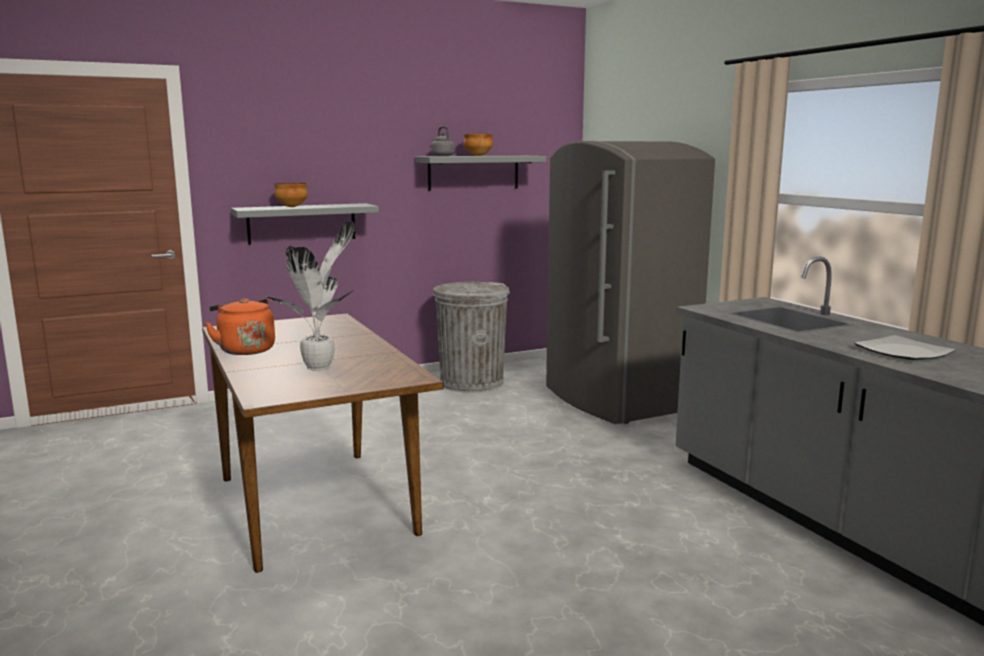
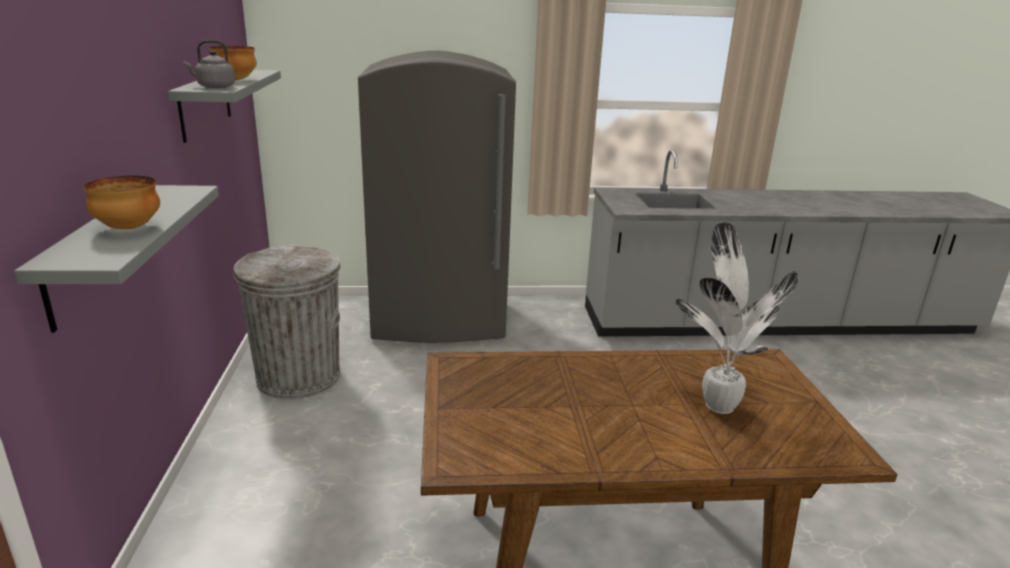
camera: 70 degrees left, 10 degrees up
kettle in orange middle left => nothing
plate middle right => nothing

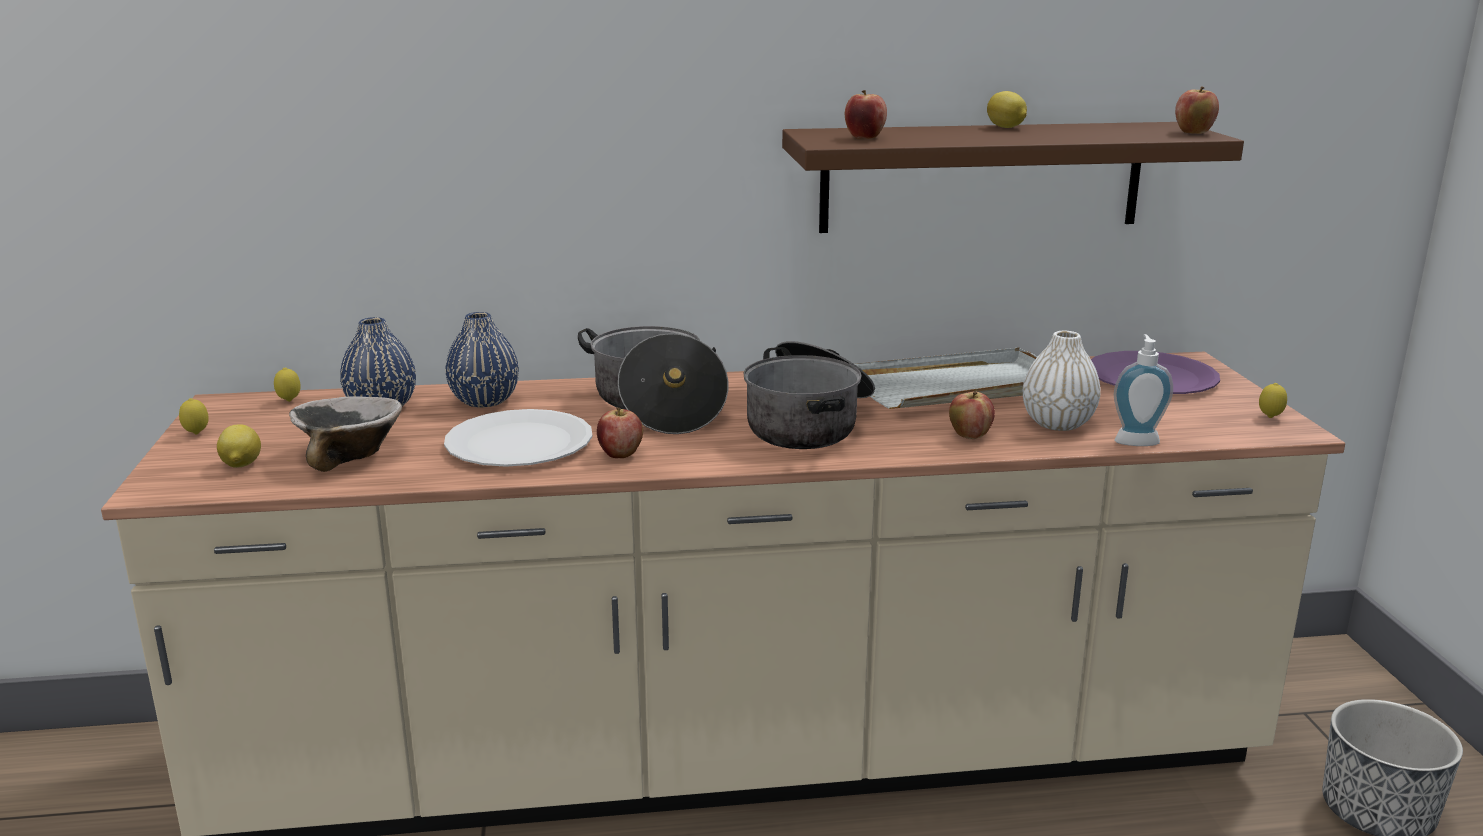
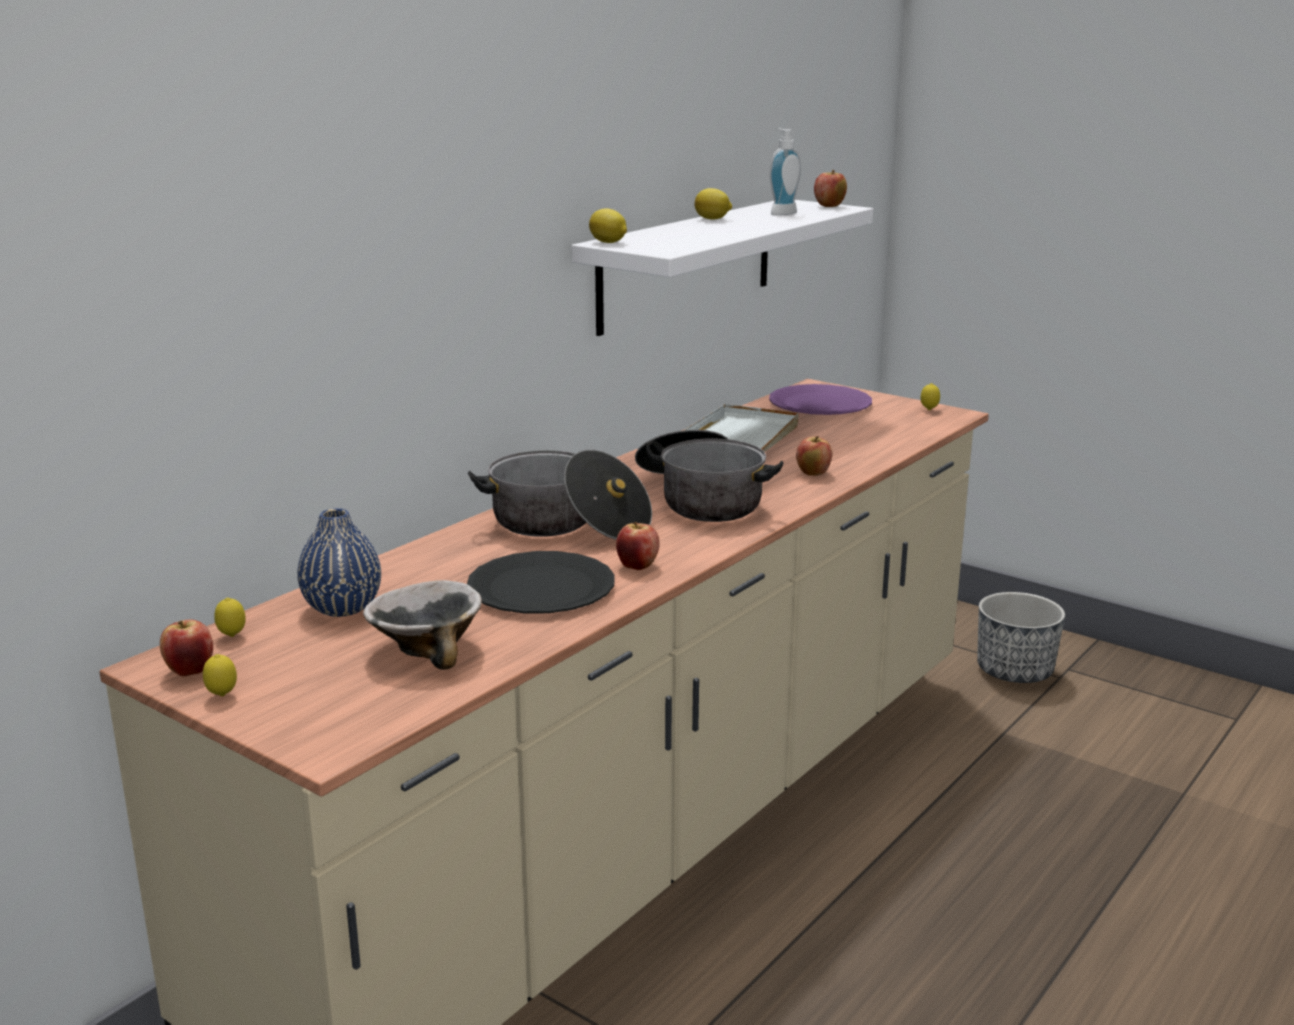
camera: 45 degrees left, 0 degrees up
apple (no. 2 from left in the first image) top centre => apple (no. 1 from left) middle left, shifted
plate in white centre => plate in black centre
shelf in brown top right => shelf in white top centre
lemon (no. 2 from left in the first image) middle left => lemon (no. 3 from left) top centre, shifted
soap dispenser middle right => soap dispenser top centre, shifted
vase in blue (no. 2 from left) middle left => nothing
vase in white middle right => nothing

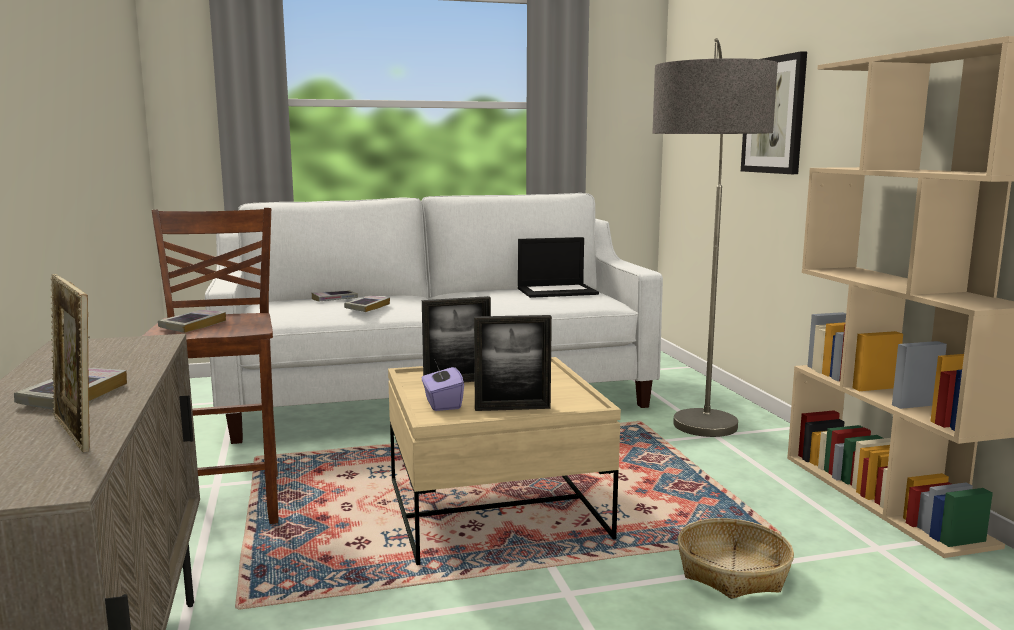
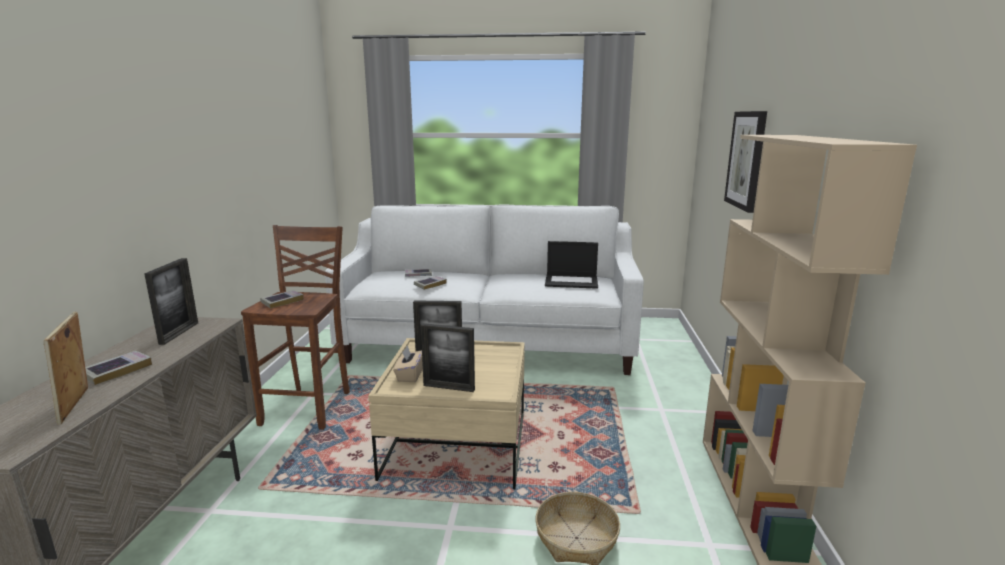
camera: 20 degrees right, 5 degrees up
nothing => picture frame (no. 2 from left) middle left
tissue box in purple centre => tissue box in beige centre
floor lamp middle right => nothing

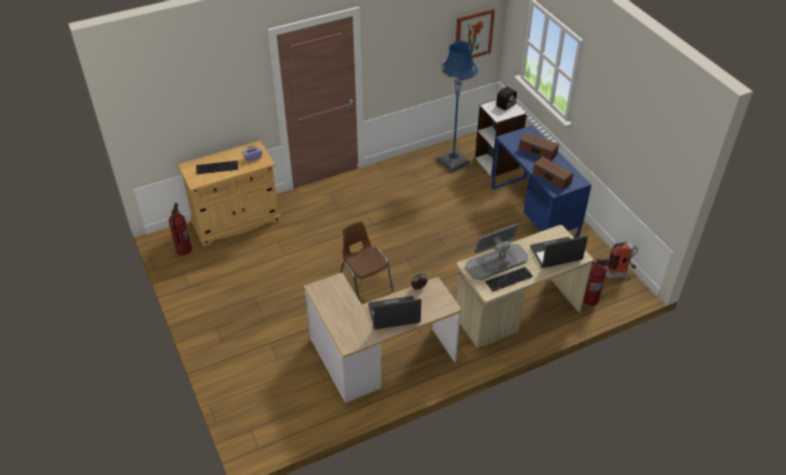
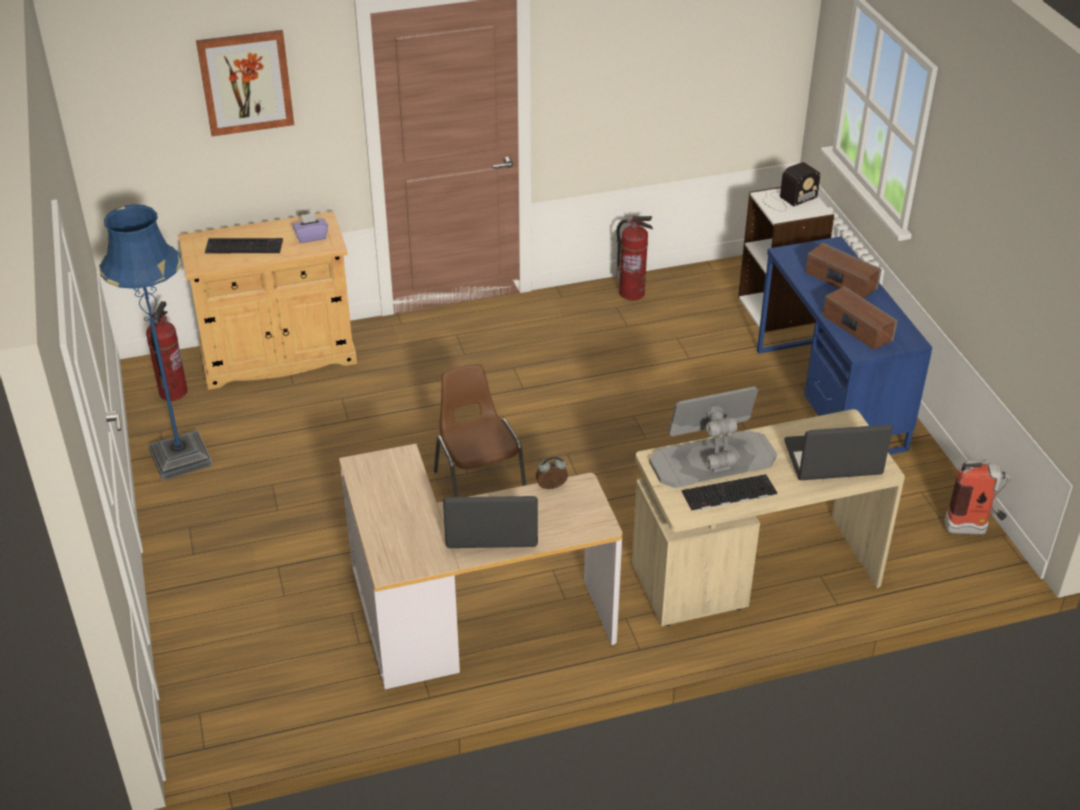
camera: 10 degrees right, 5 degrees down
floor lamp in blue top centre => floor lamp in blue middle left, shifted
picture top centre => picture top left, shifted
fire extinguisher (no. 2 from left) middle right => fire extinguisher (no. 2 from left) top centre, shifted

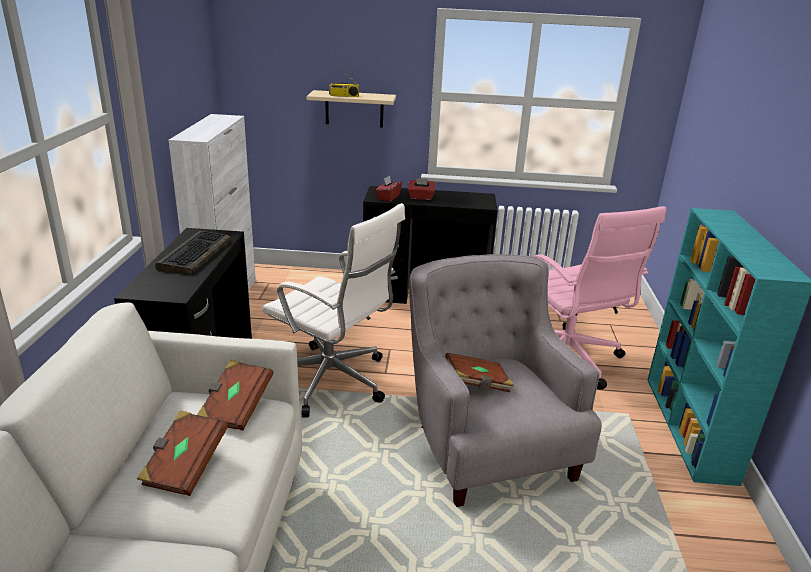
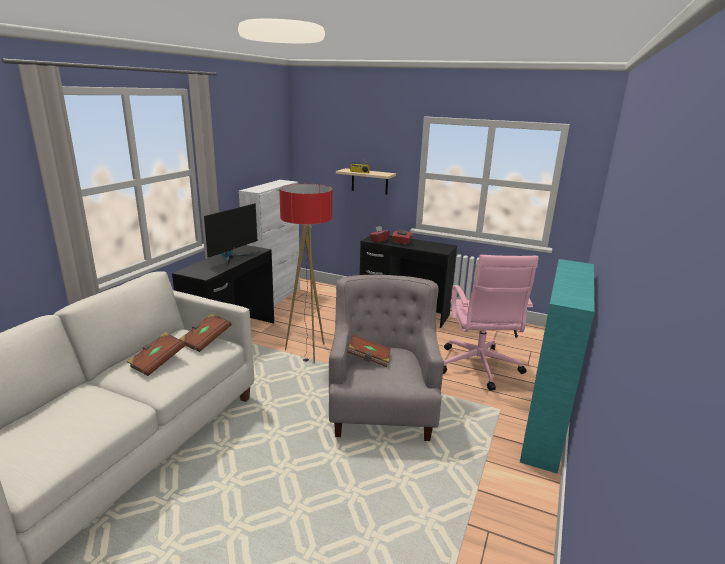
camera: 20 degrees right, 5 degrees down
keyboard middle left => monitor middle left
office chair in white centre => floor lamp centre

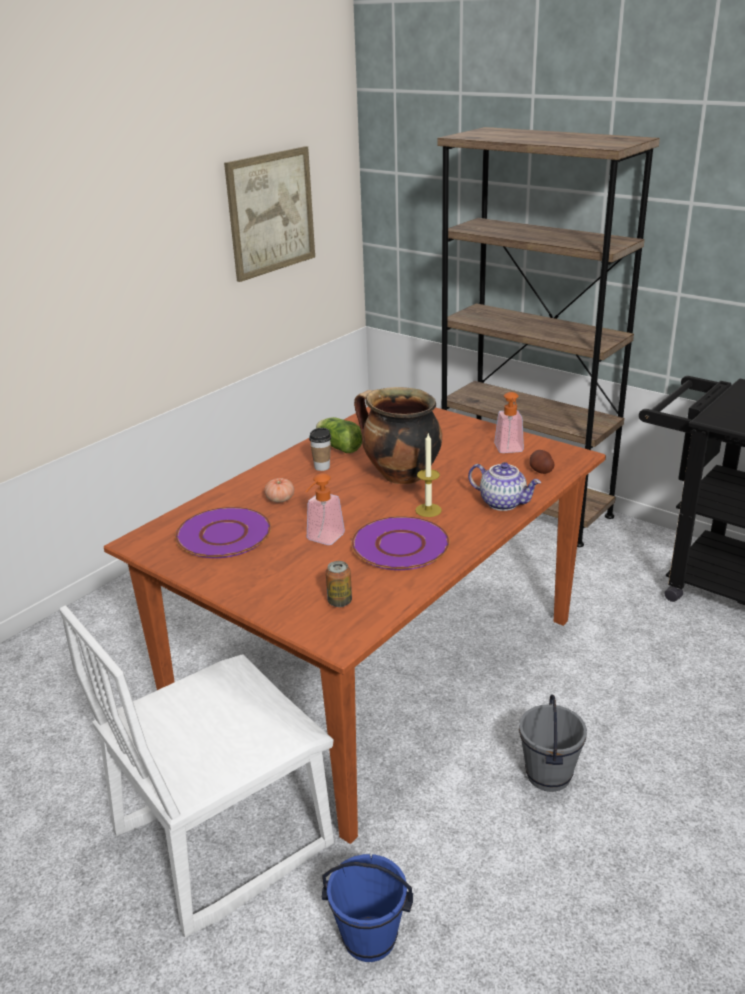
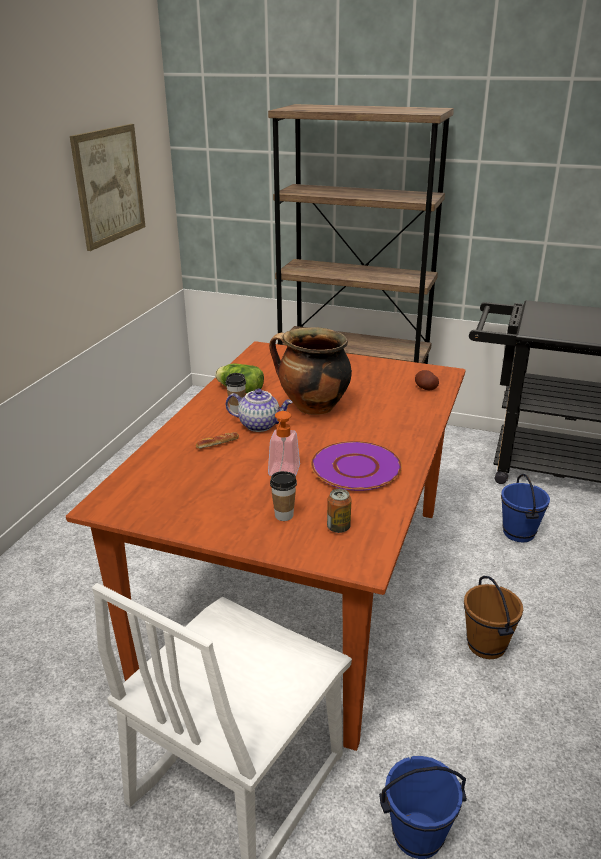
camera: 20 degrees left, 0 degrees up
tomato centre => bread centre
teapot middle right => teapot centre, shifted
nothing => cup (no. 2 from left) centre
bucket in grey bottom right => bucket in brown bottom right
nothing => bucket in blue (no. 2 from left) middle right
plate in purple (no. 1 from left) middle left => nothing
candle centre => nothing
soap dispenser (no. 2 from left) middle right => nothing

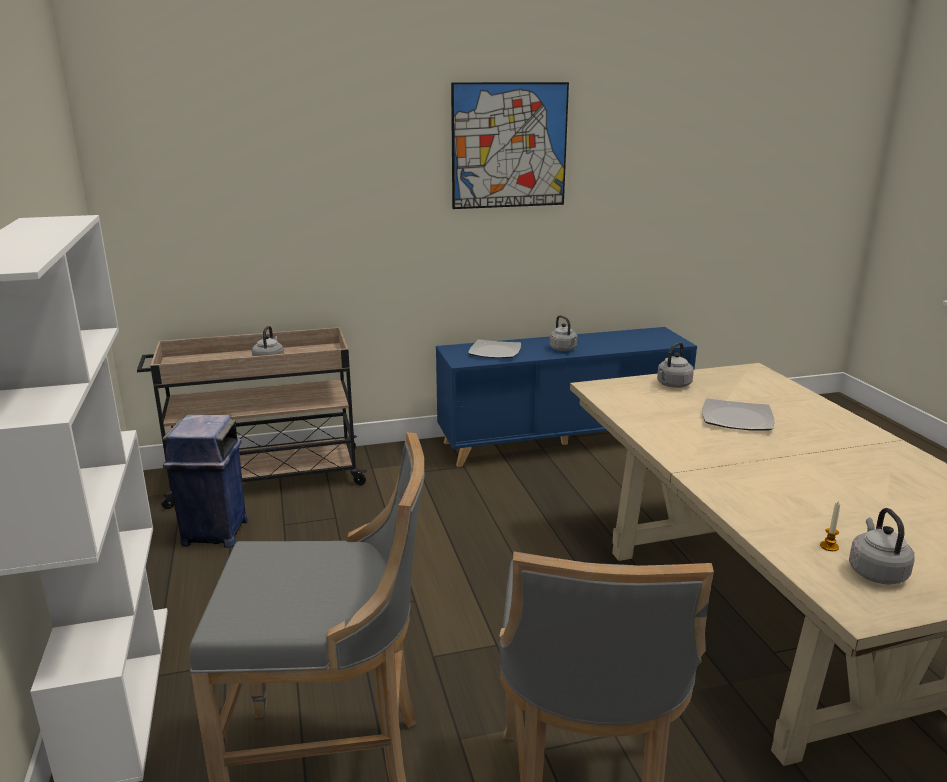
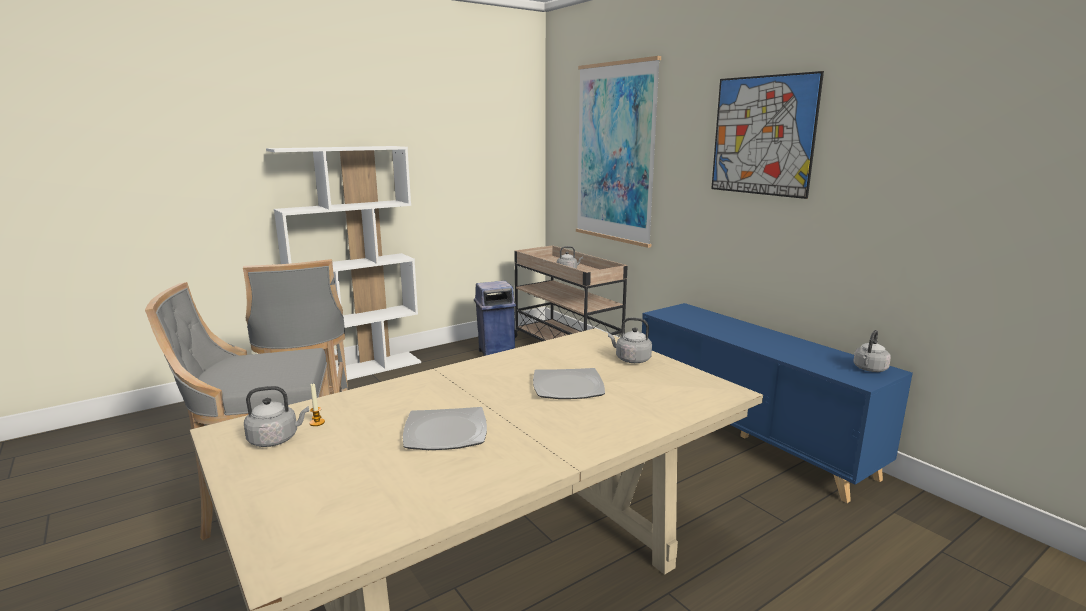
camera: 70 degrees right, 5 degrees down
plate (no. 1 from left) centre => plate (no. 1 from left) bottom centre, shifted
nothing => picture (no. 1 from left) top centre
kettle in grey (no. 2 from left in the first image) centre => kettle in grey (no. 4 from left) middle right, shifted

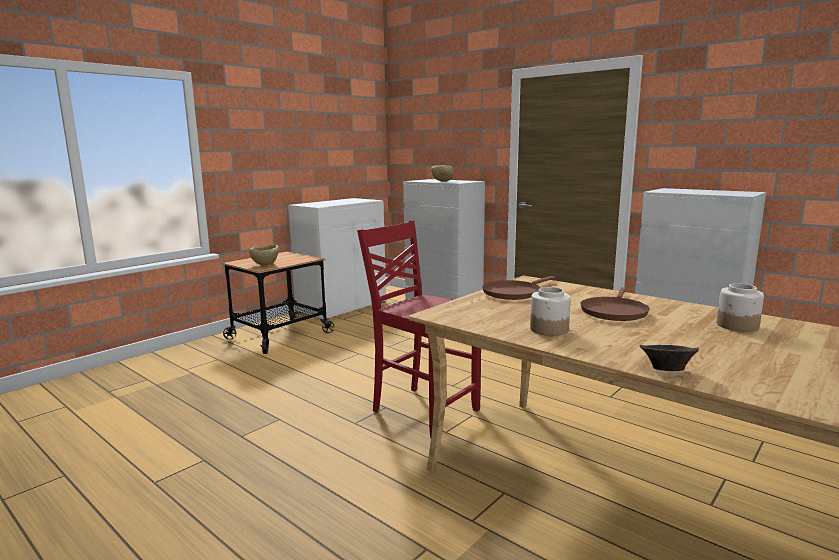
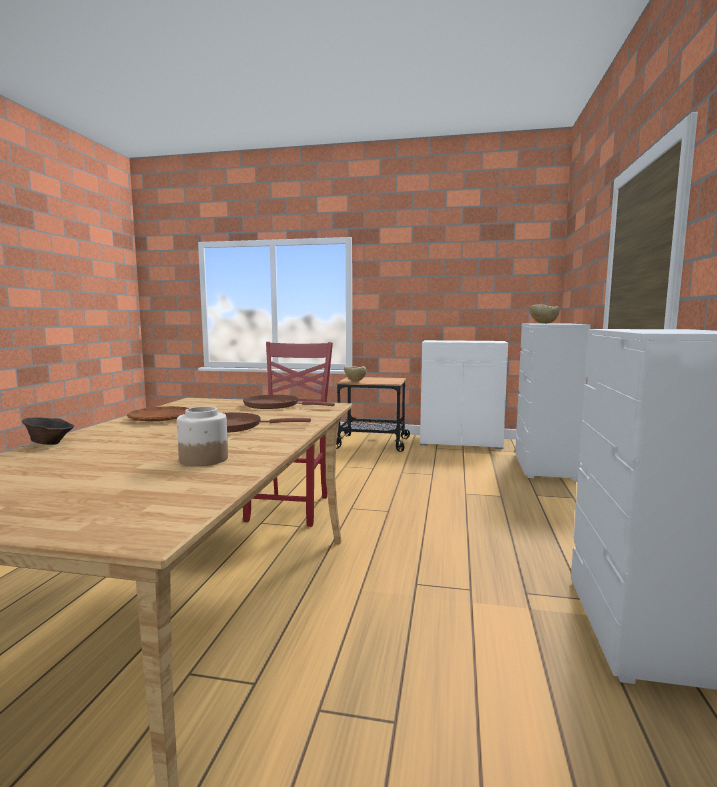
camera: 60 degrees right, 5 degrees down
jar (no. 1 from left) centre => plate in brown middle left

